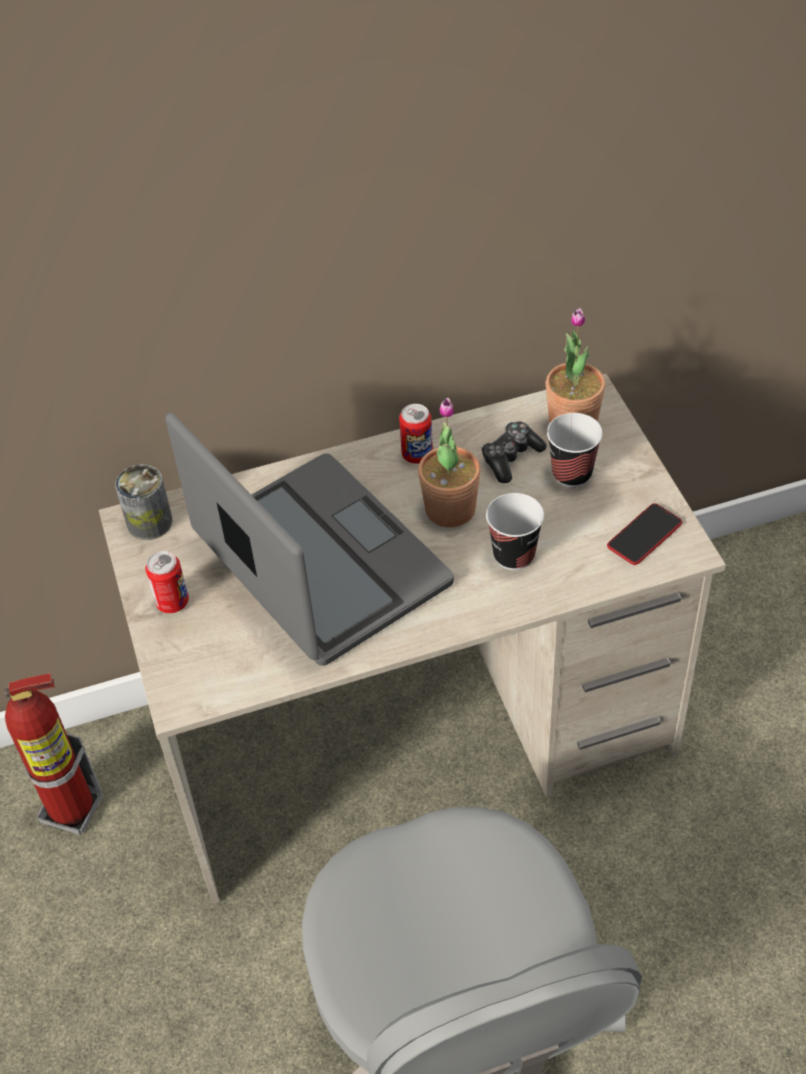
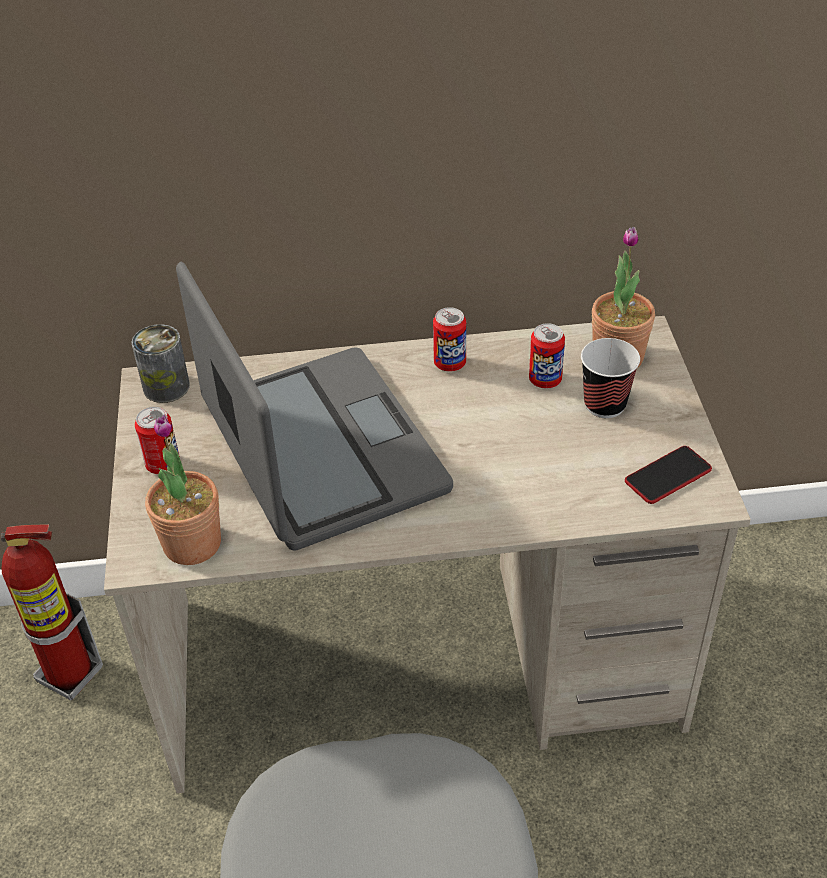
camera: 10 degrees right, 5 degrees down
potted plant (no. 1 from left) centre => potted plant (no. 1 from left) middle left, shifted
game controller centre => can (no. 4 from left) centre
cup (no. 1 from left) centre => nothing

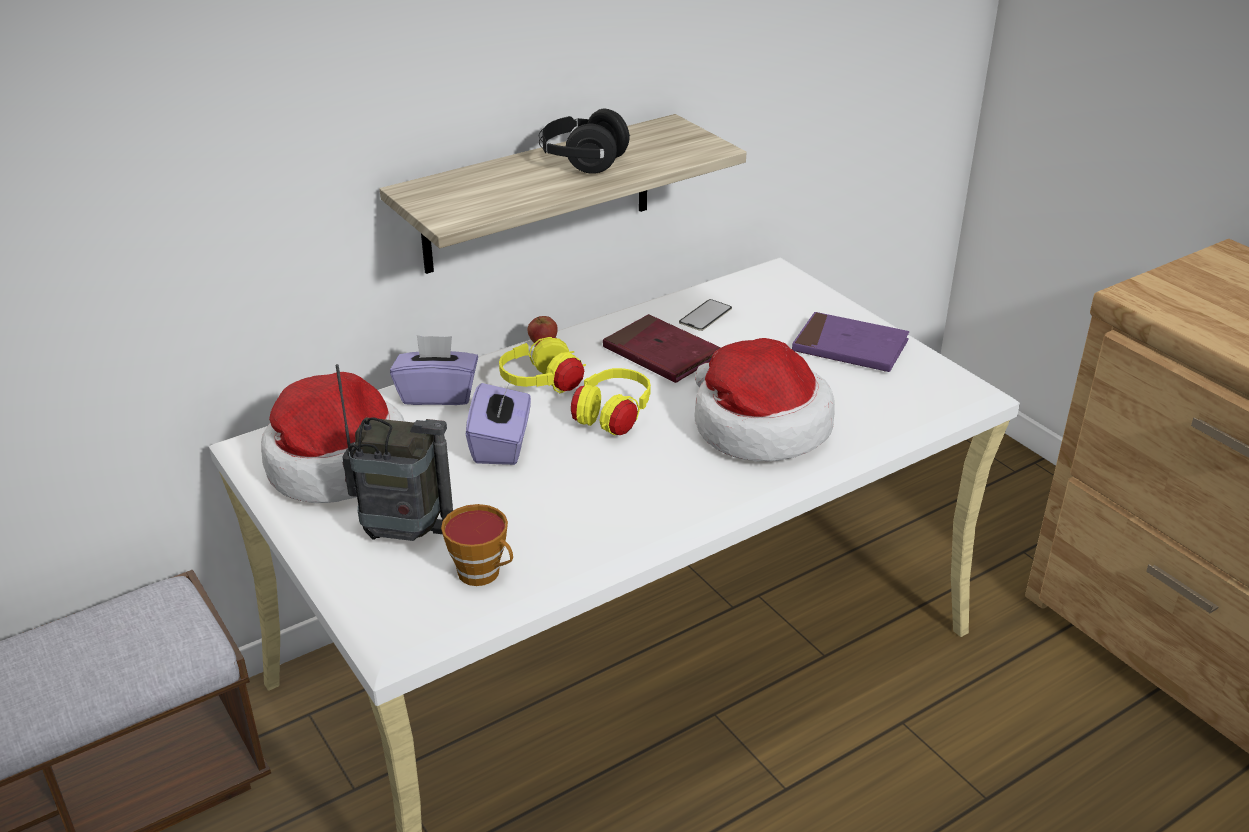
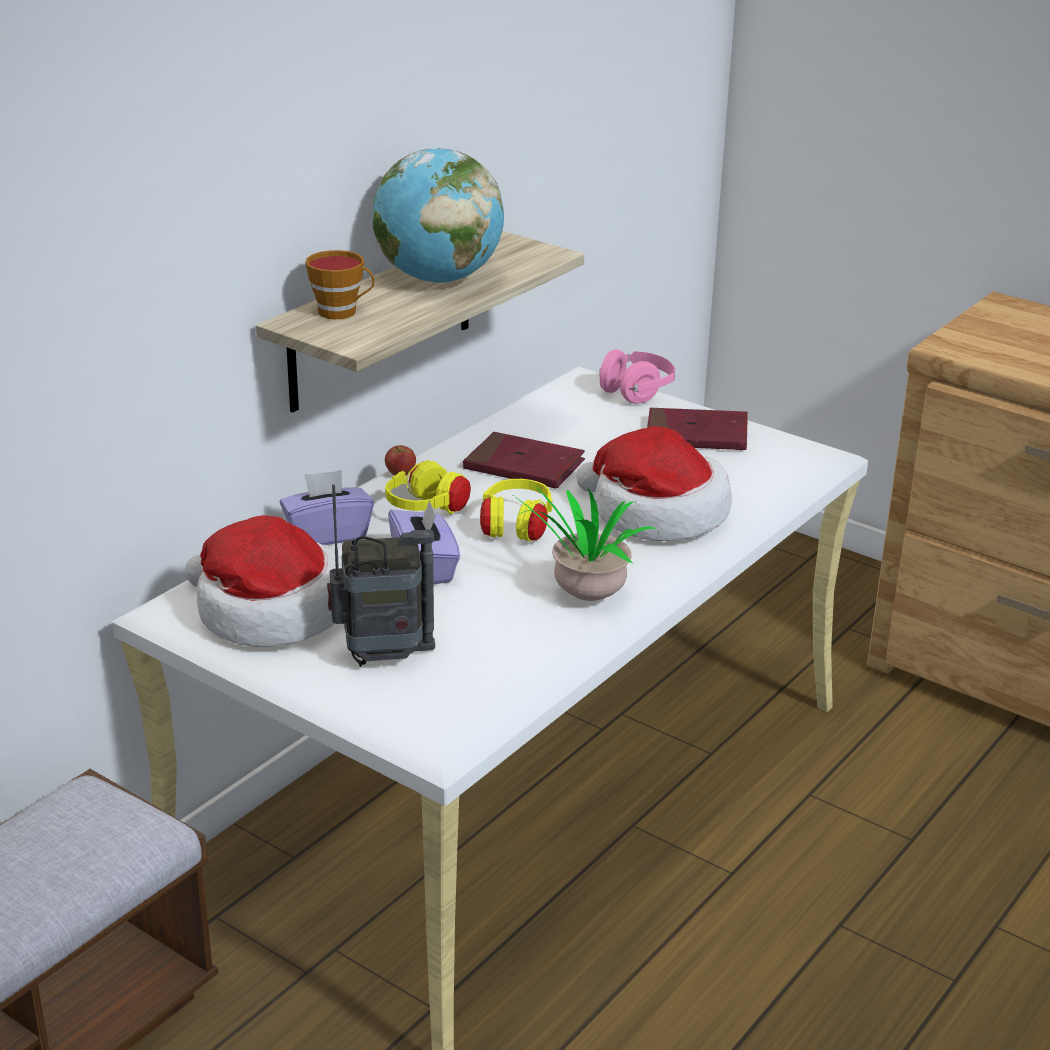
camera: 20 degrees left, 5 degrees down
cup centre => cup top left, shifted
headphones in black top centre => globe top centre
nothing => potted plant centre
nothing => headphones in pink centre
book in purple middle right => book in red (no. 2 from left) centre
phone centre => nothing

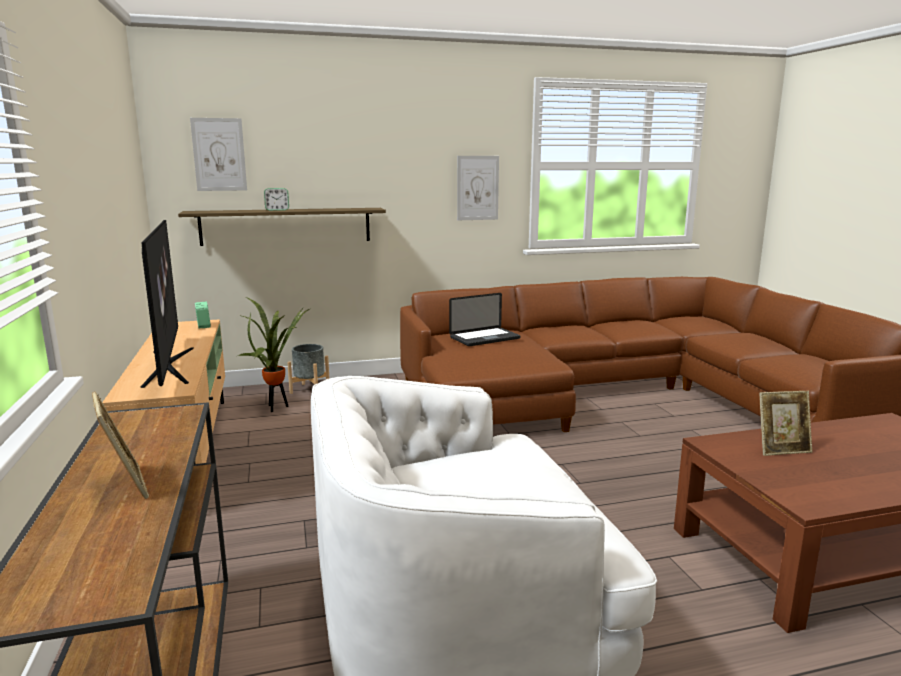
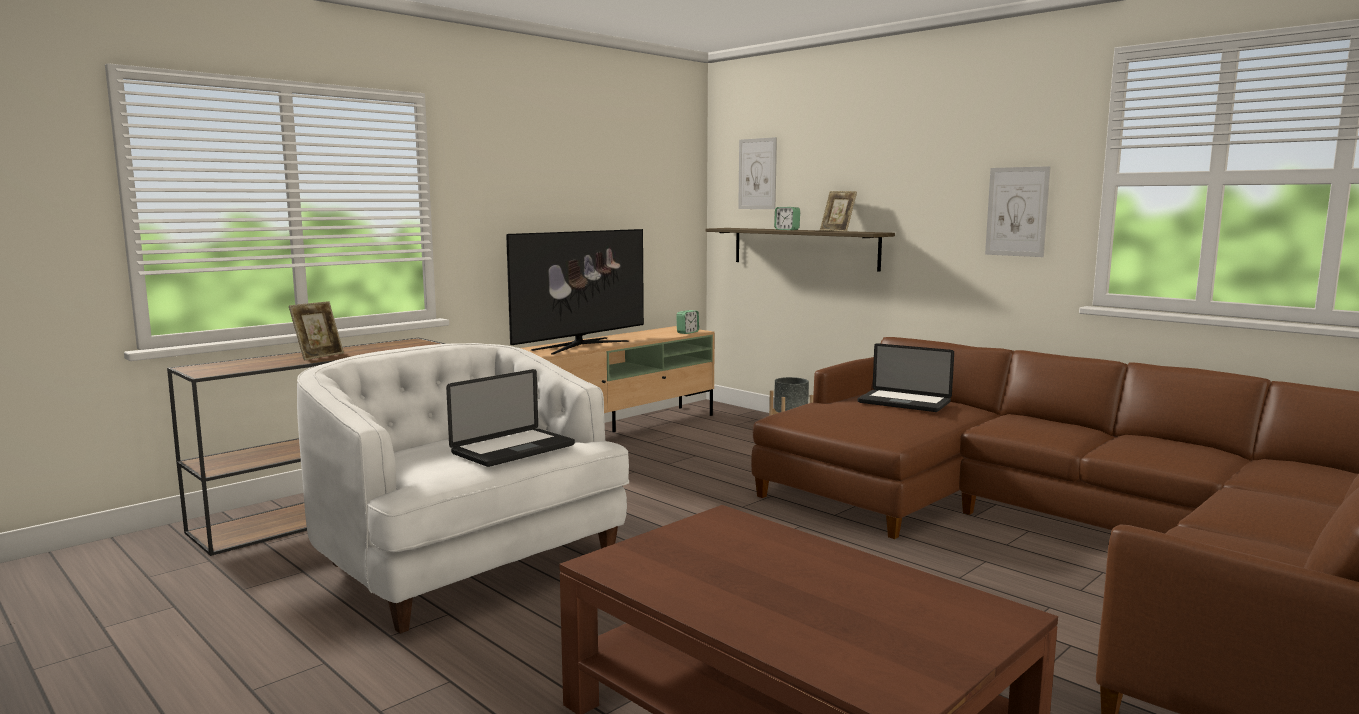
camera: 60 degrees right, 5 degrees down
nothing => laptop (no. 1 from left) centre
picture frame (no. 2 from left) middle right => picture frame (no. 2 from left) top centre, shifted
potted plant middle left => nothing

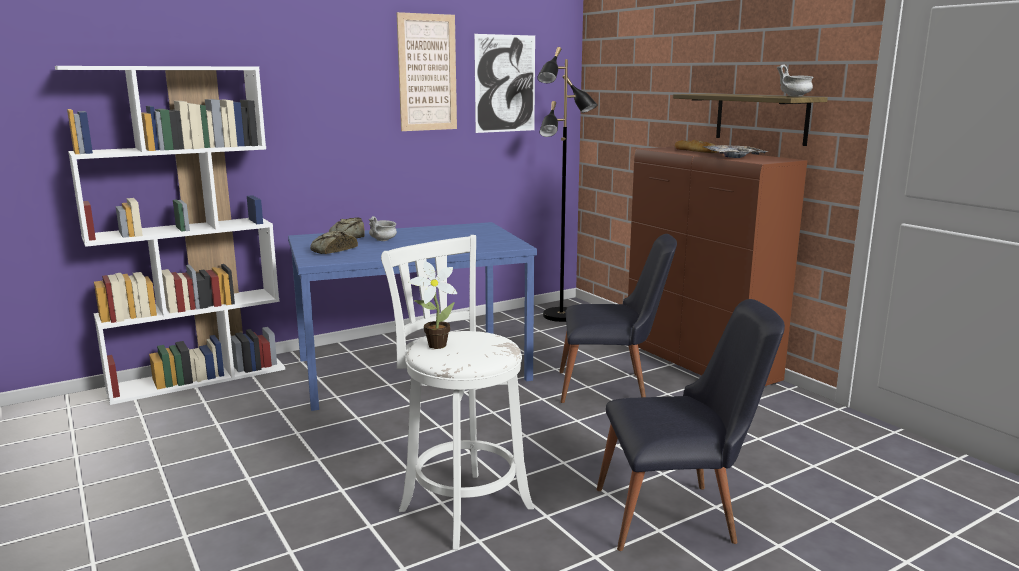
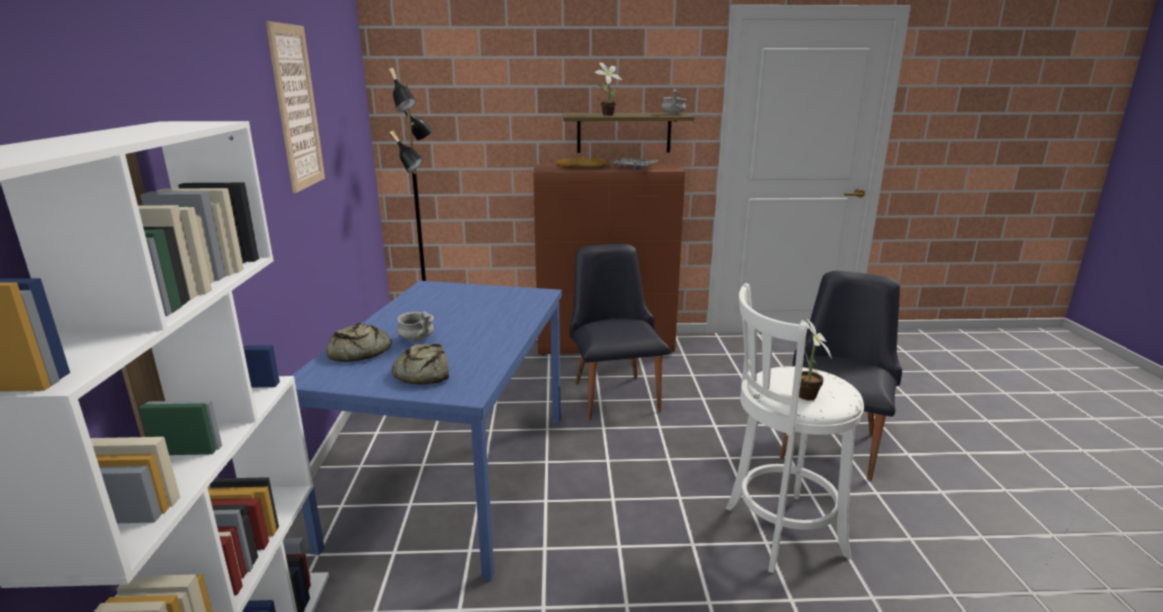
camera: 60 degrees left, 5 degrees up
chair in black (no. 1 from left) centre, 45 degrees counterclockwise
nothing => potted plant (no. 1 from left) top centre
picture (no. 2 from left) top centre => nothing

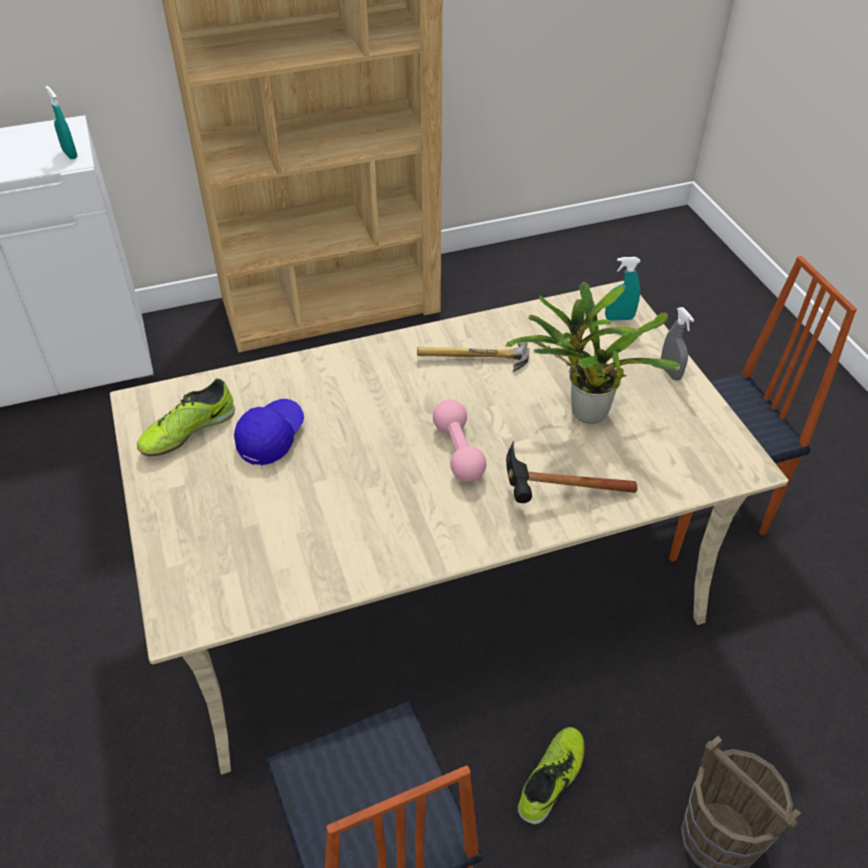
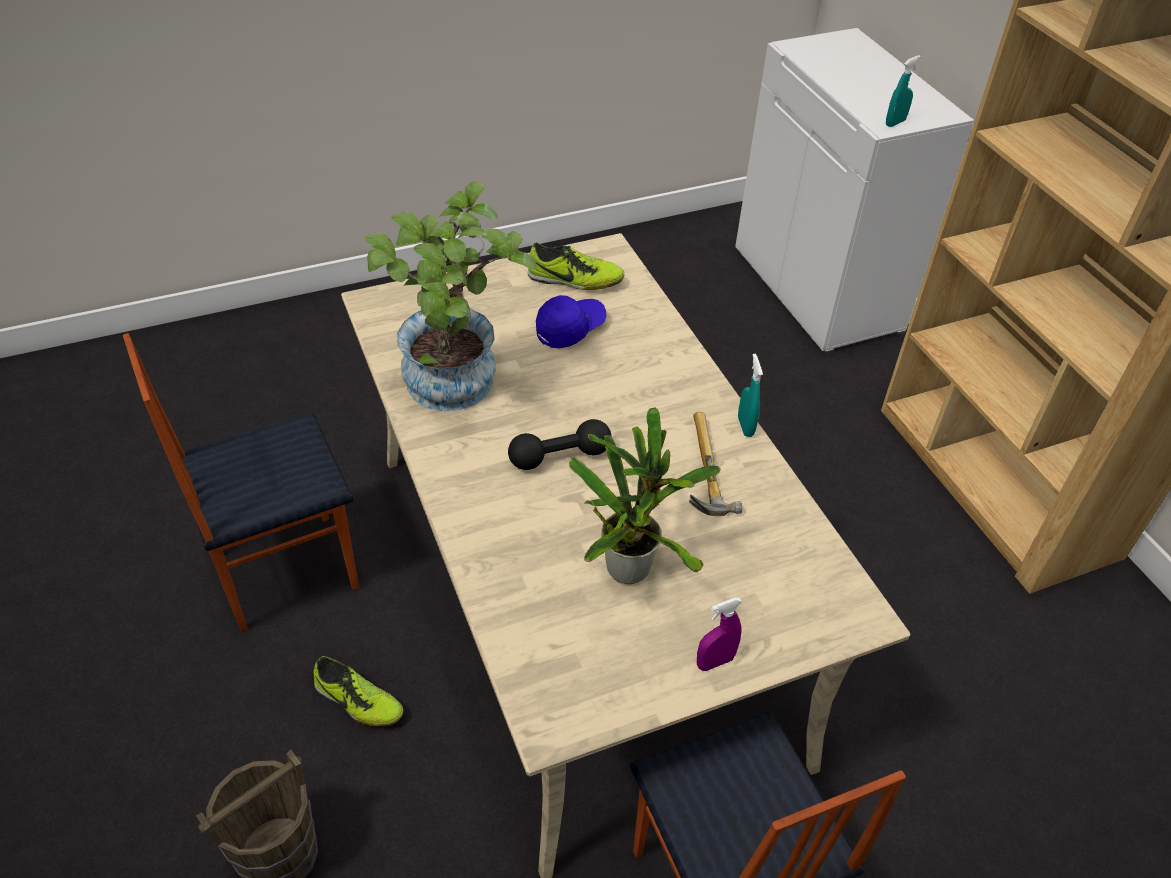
camera: 85 degrees right, 0 degrees up
nothing => potted plant (no. 1 from left) centre
dumbbell in pink centre => dumbbell in black centre
shoe (no. 1 from left in the first image) middle left => shoe (no. 2 from left) top centre, 150 degrees clockwise
cap in blue middle left => cap in blue centre, 60 degrees counterclockwise
spray bottle in grey middle right => spray bottle in purple bottom centre
spray bottle in turquoise (no. 2 from left in the first image) top right => spray bottle in turquoise (no. 1 from left) centre, shifted
hammer (no. 2 from left) centre => nothing

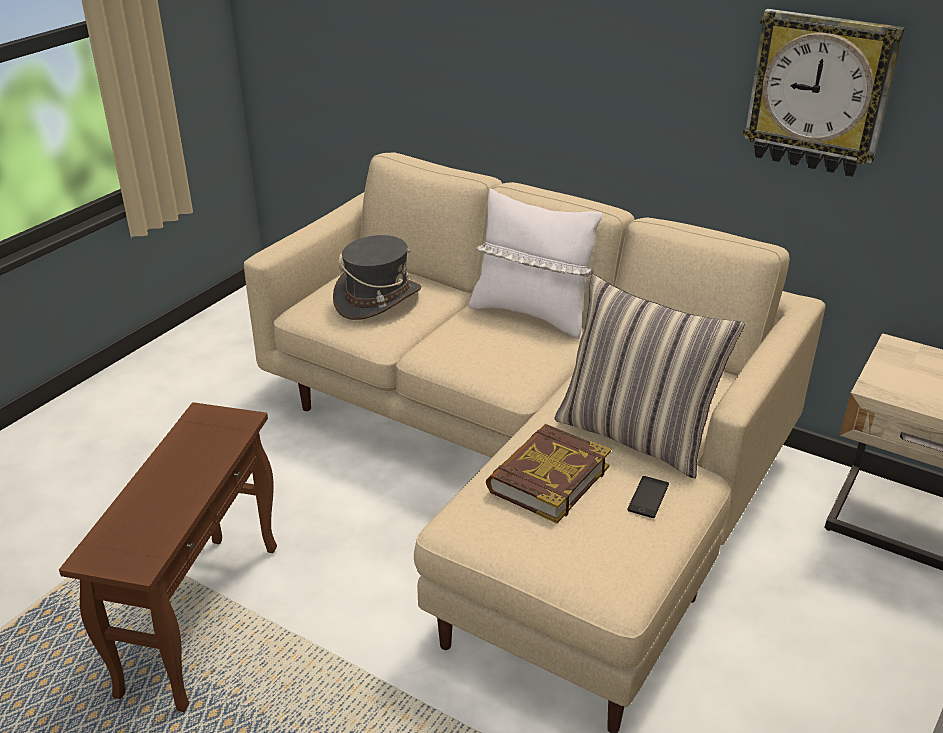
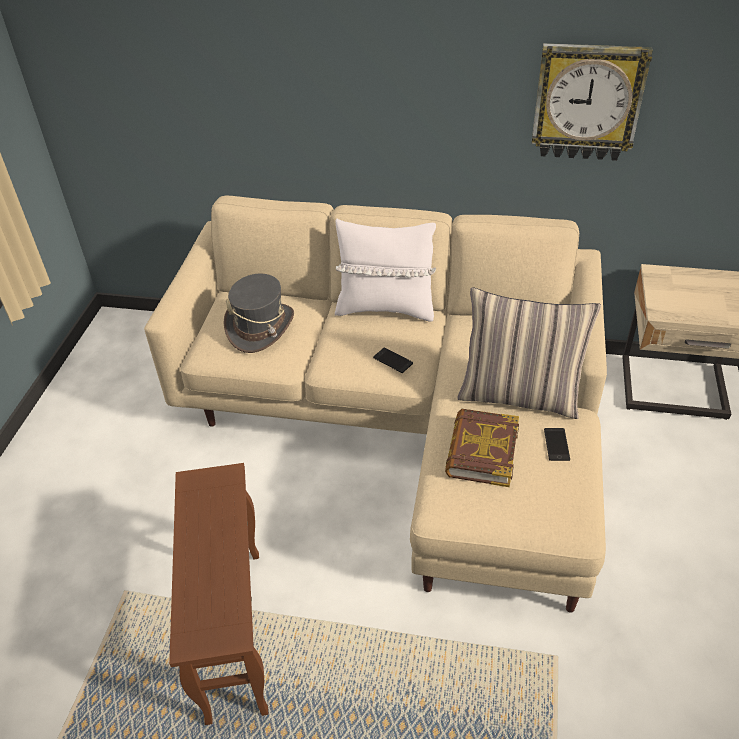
camera: 20 degrees left, 10 degrees up
nothing => phone (no. 1 from left) centre

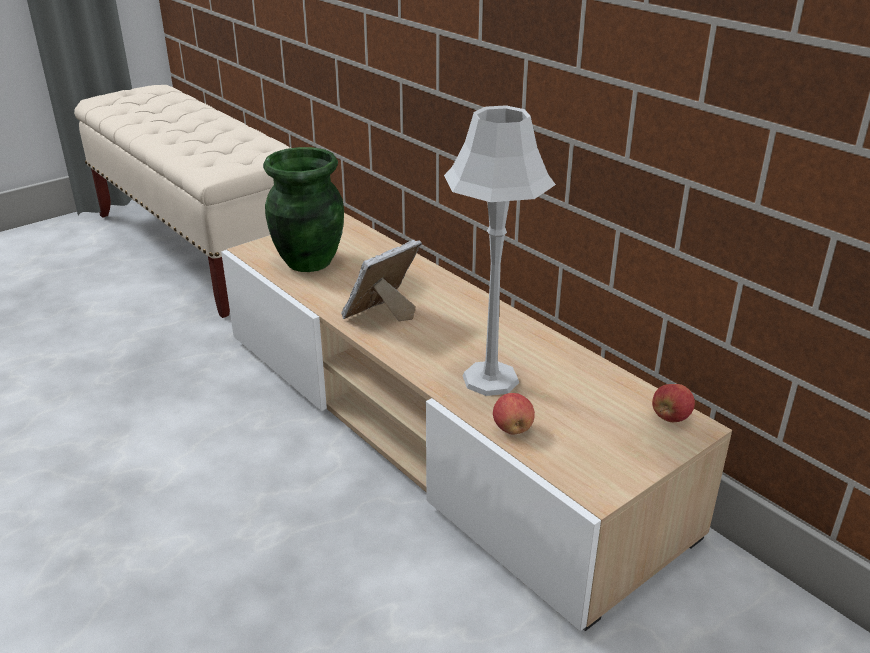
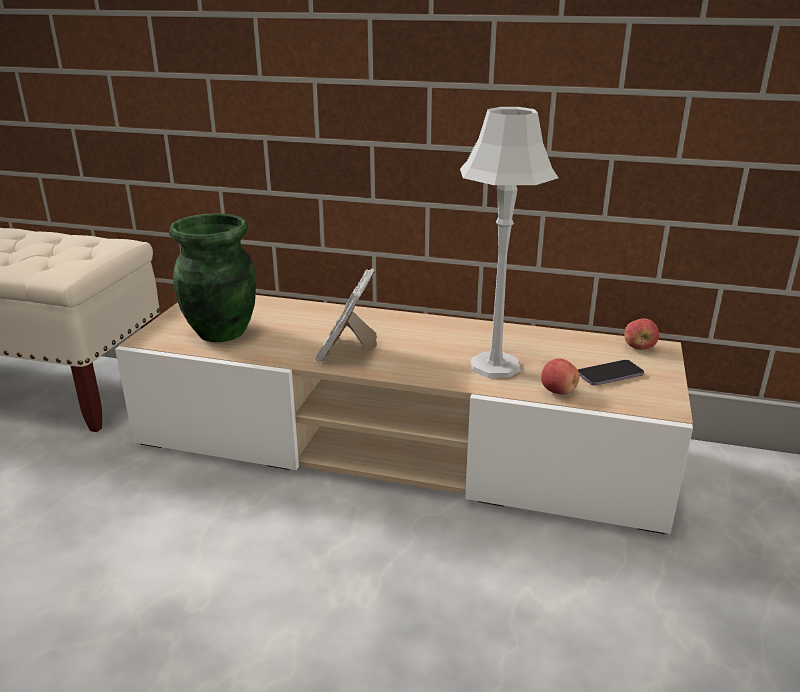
camera: 35 degrees left, 5 degrees down
nothing => phone middle right

